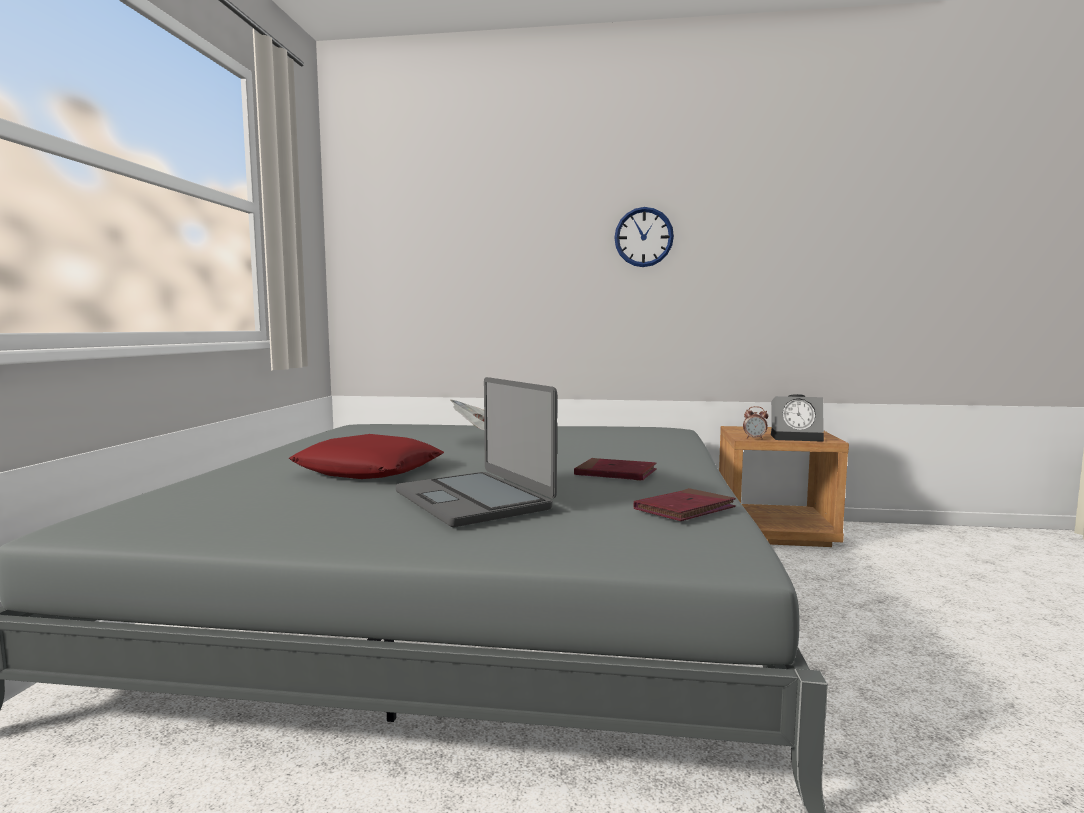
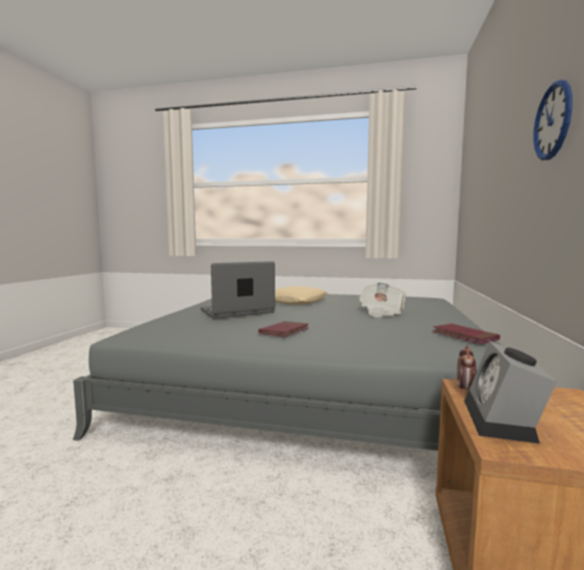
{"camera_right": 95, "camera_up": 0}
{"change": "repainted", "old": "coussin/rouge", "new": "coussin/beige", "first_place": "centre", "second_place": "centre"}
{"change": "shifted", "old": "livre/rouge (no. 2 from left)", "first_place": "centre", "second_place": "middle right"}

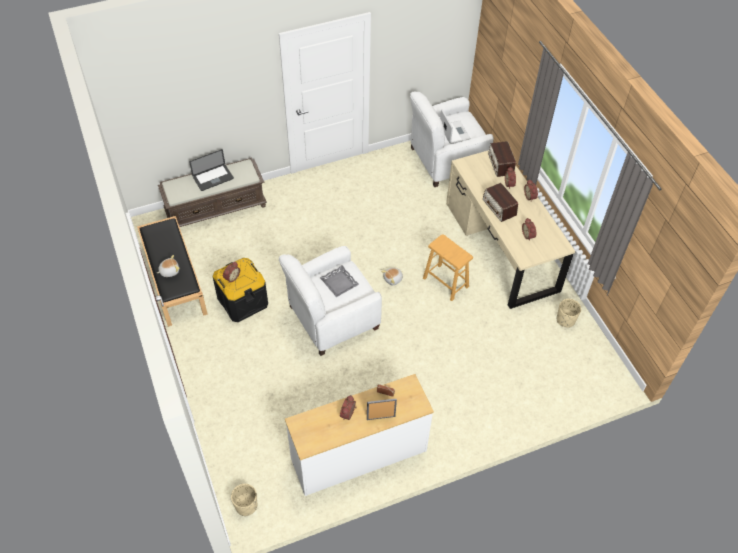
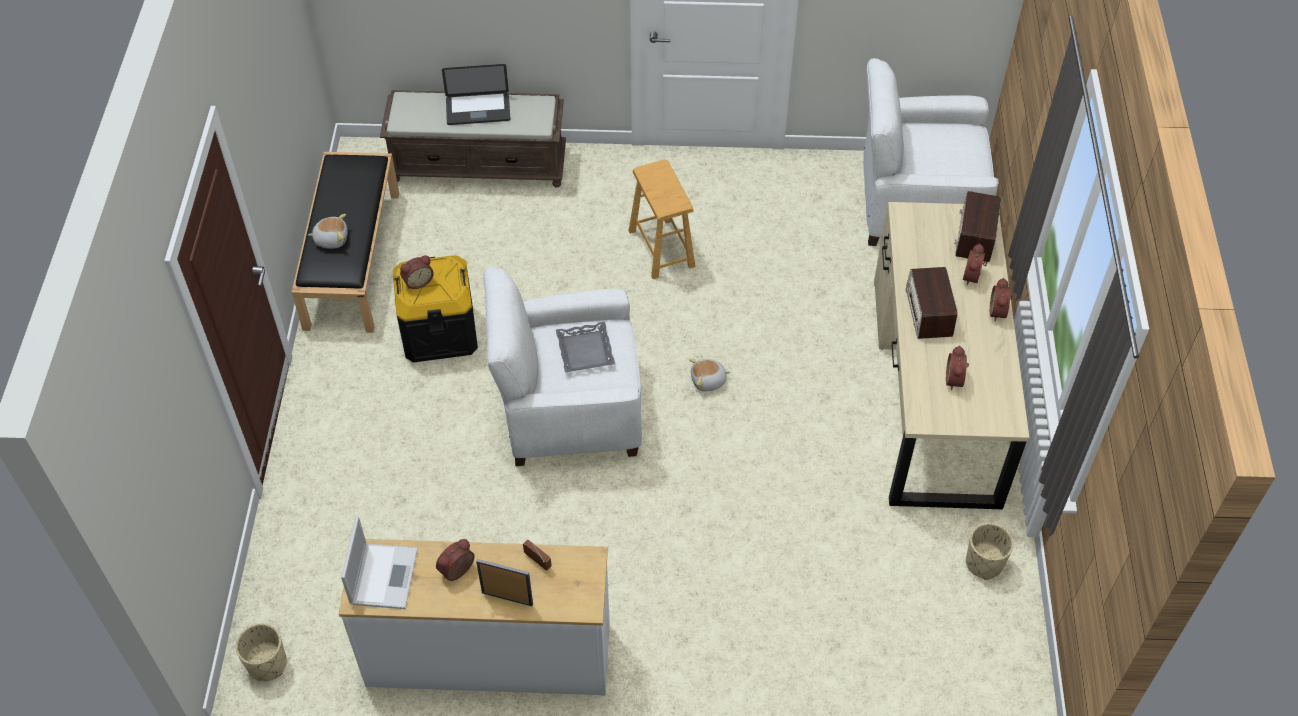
{"camera_right": 25, "camera_up": 0}
{"change": "shifted", "old": "ordinateur portable (no. 2 from left in the first image)", "new": "ordinateur portable (no. 1 from left)", "first_place": "top centre", "second_place": "bottom left"}
{"change": "shifted", "old": "tabouret/marron", "first_place": "centre", "second_place": "top centre"}

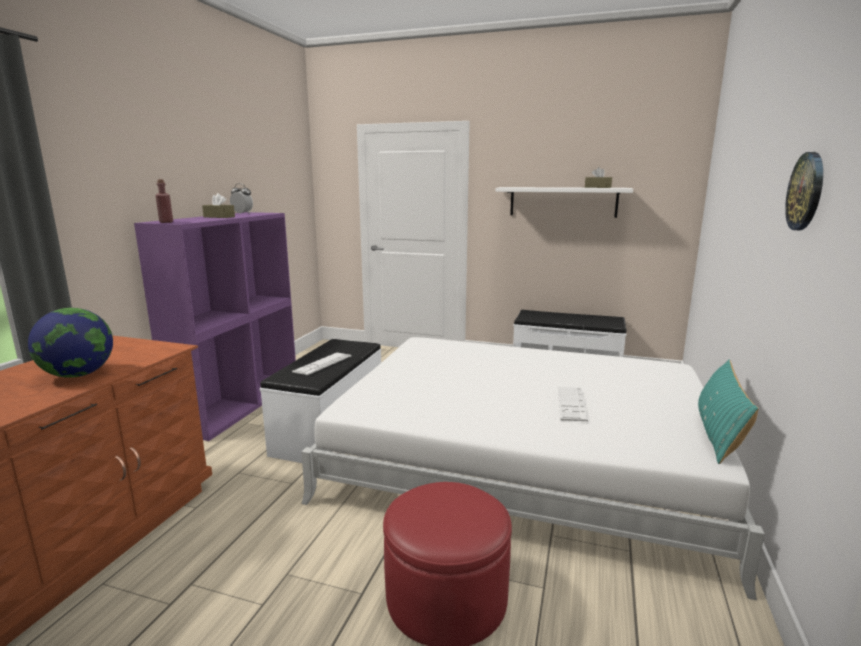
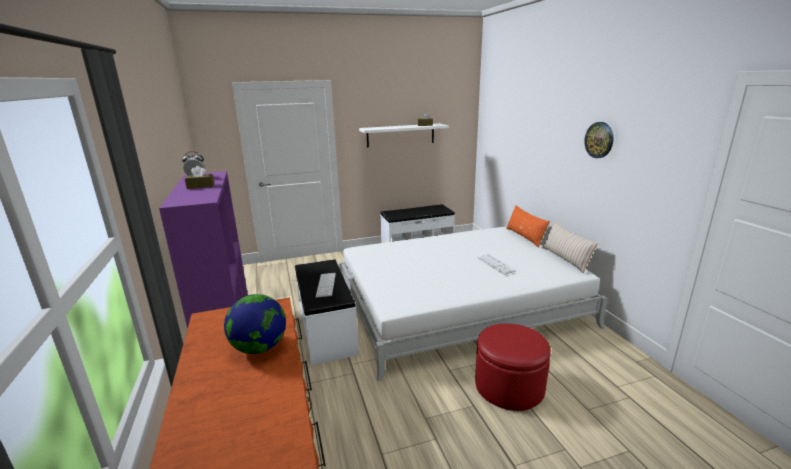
{"camera_right": -35, "camera_up": 5}
{"change": "new", "new": "coussin/orange", "second_place": "middle right"}
{"change": "repainted", "old": "coussin/turquoise", "new": "coussin/beige", "first_place": "middle right", "second_place": "middle right"}
{"change": "gone", "old": "bouteille/rouge", "first_place": "top left"}

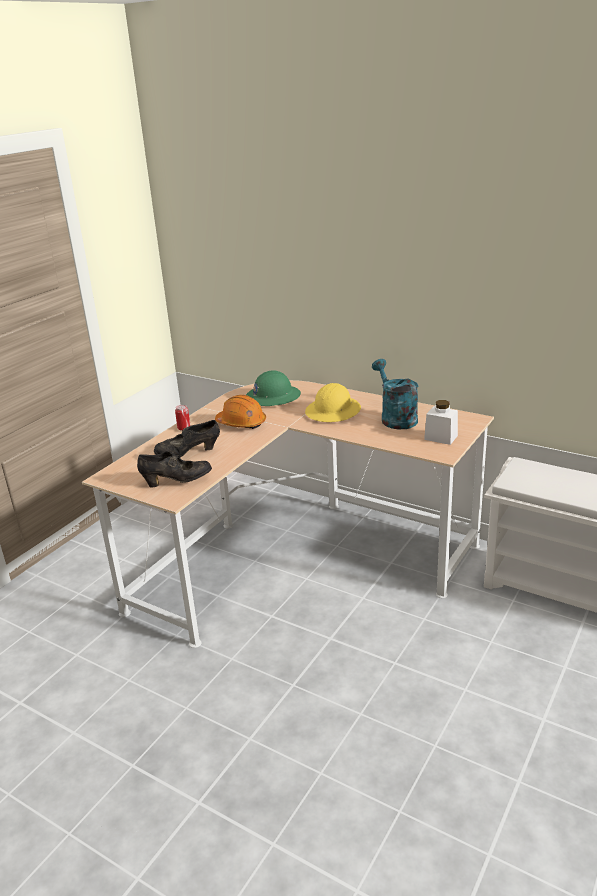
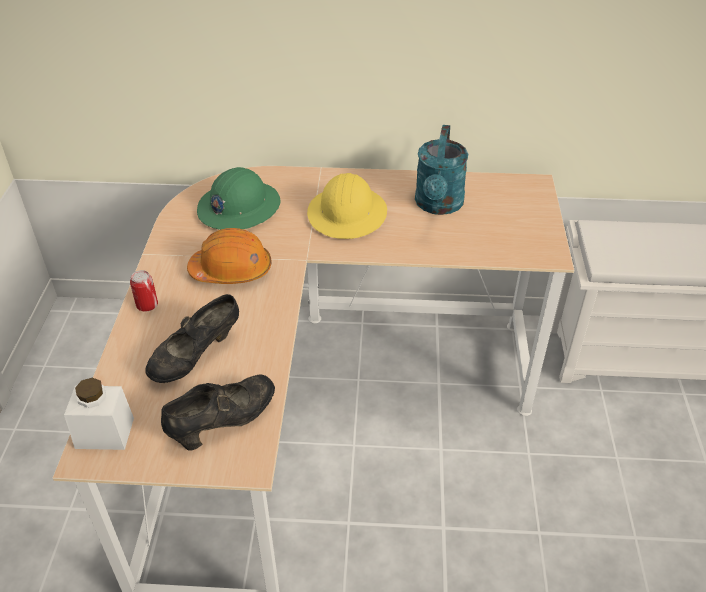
{"camera_right": -30, "camera_up": 15}
{"change": "shifted", "old": "bocal/blanc", "first_place": "middle right", "second_place": "bottom left"}
{"change": "rotated", "old": "arrosoir/turquoise", "first_place": "centre", "second_place": "top centre", "degrees": -120}

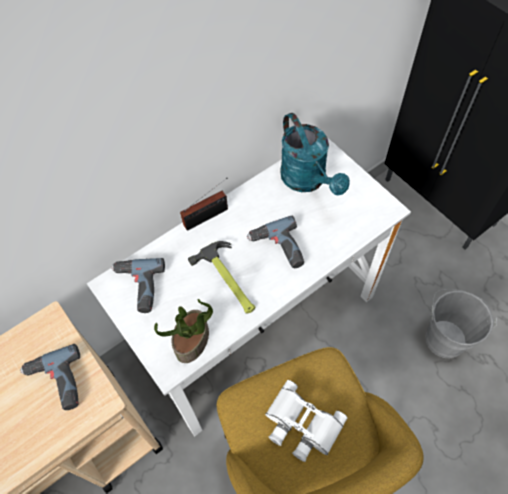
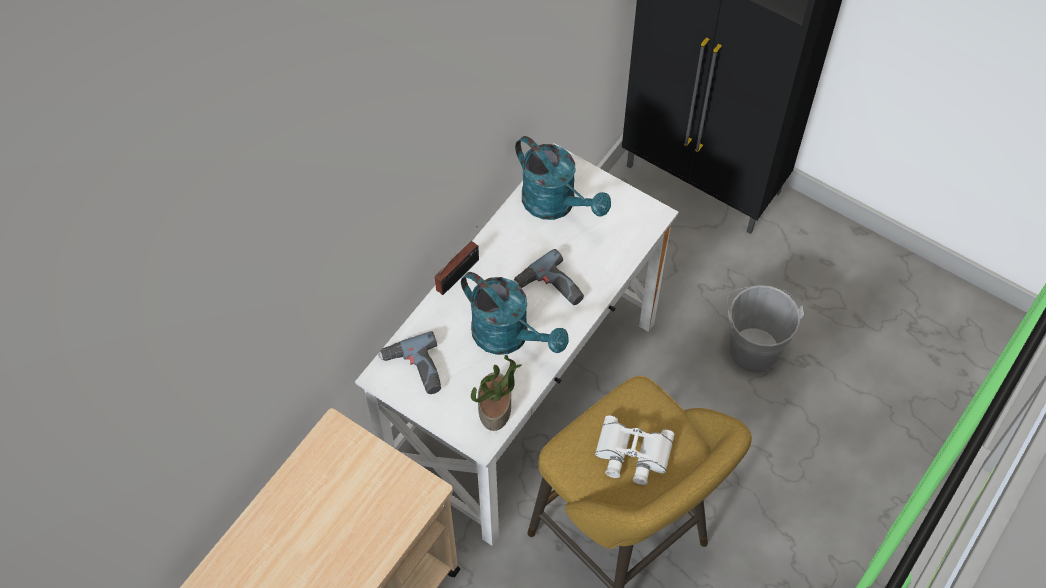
{"camera_right": -20, "camera_up": 0}
{"change": "swapped", "old": "marteau", "new": "arrosoir/turquoise (no. 1 from left)", "first_place": "centre", "second_place": "centre"}
{"change": "gone", "old": "perceuse (no. 1 from left)", "first_place": "bottom left"}

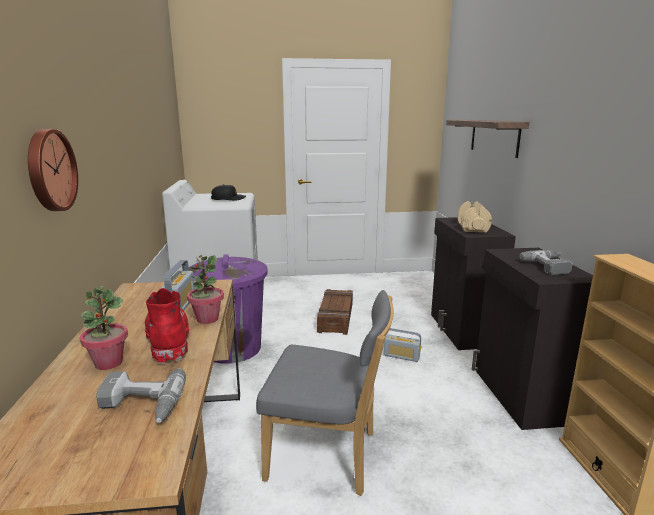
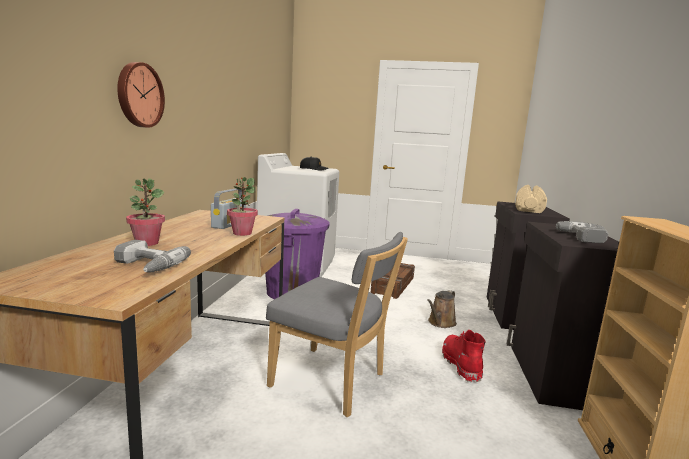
{"camera_right": 15, "camera_up": -5}
{"change": "swapped", "old": "radio (no. 2 from left)", "new": "arrosoir/marron", "first_place": "bottom centre", "second_place": "bottom centre"}
{"change": "shifted", "old": "botte/rouge", "first_place": "middle left", "second_place": "bottom right"}
{"change": "gone", "old": "étagère", "first_place": "top right"}

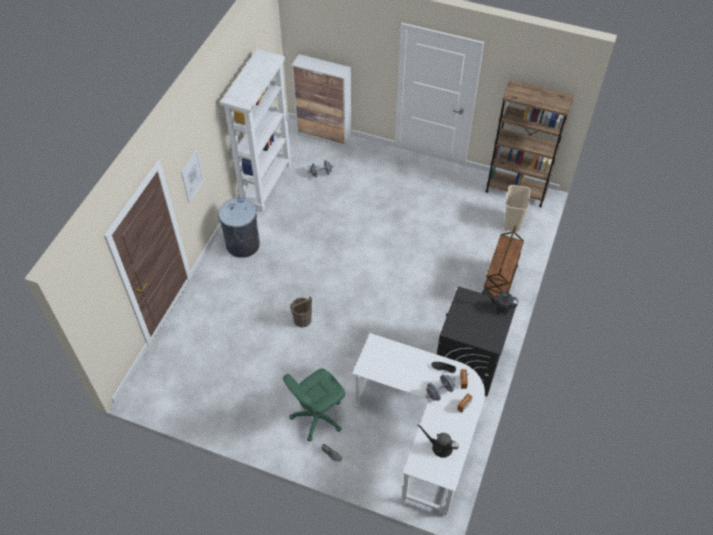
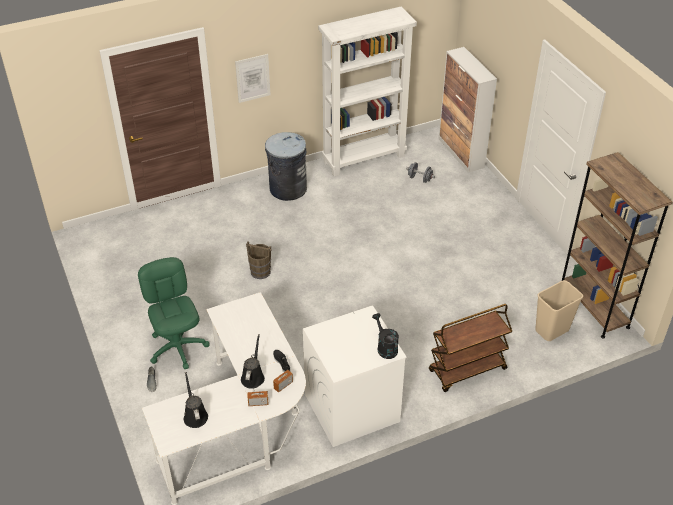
{"camera_right": 45, "camera_up": -10}
{"change": "rotated", "old": "chaise de bureau/vert", "first_place": "bottom centre", "second_place": "middle left", "degrees": 60}
{"change": "swapped", "old": "haltère/gris (no. 2 from left)", "new": "arrosoir/noir (no. 2 from left)", "first_place": "bottom centre", "second_place": "bottom centre"}
{"change": "repainted", "old": "lave-linge/noir", "new": "lave-linge/blanc", "first_place": "middle right", "second_place": "bottom centre"}

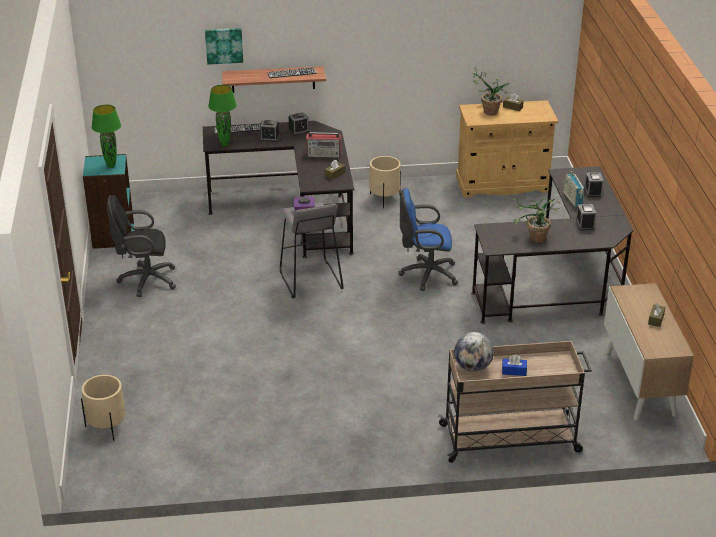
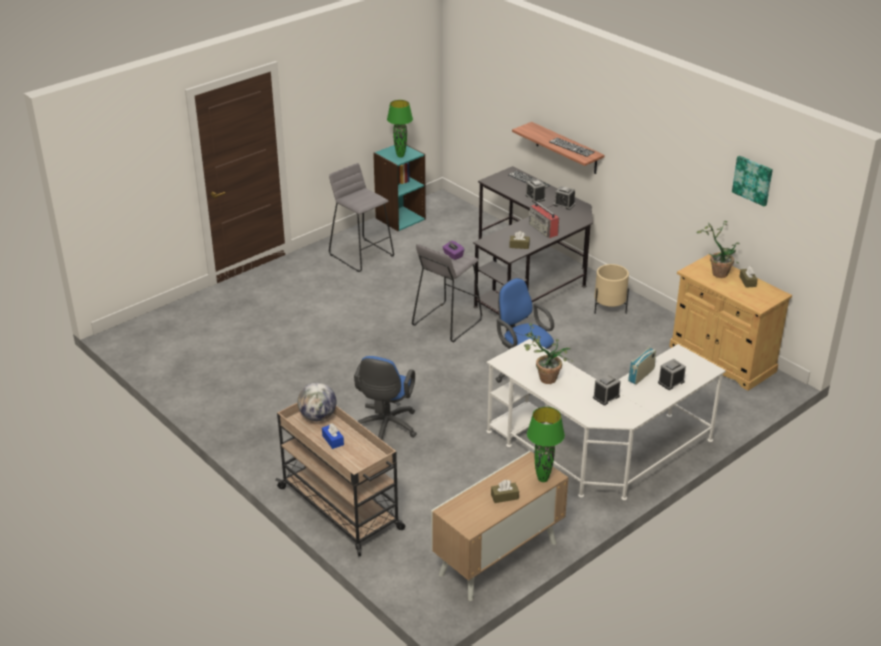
{"camera_right": 55, "camera_up": 0}
{"change": "swapped", "old": "chaise de bureau/noir", "new": "tabouret/gris (no. 1 from left)", "first_place": "middle left", "second_place": "centre"}
{"change": "new", "new": "chaise de bureau/bleu (no. 1 from left)", "second_place": "centre"}
{"change": "repainted", "old": "bureau/noir (no. 2 from left)", "new": "bureau/blanc", "first_place": "middle right", "second_place": "middle right"}
{"change": "shifted", "old": "lampe de table/vert (no. 2 from left)", "first_place": "top left", "second_place": "bottom centre"}
{"change": "shifted", "old": "tableau", "first_place": "top left", "second_place": "top right"}
{"change": "gone", "old": "cache-pot/beige (no. 1 from left)", "first_place": "bottom left"}

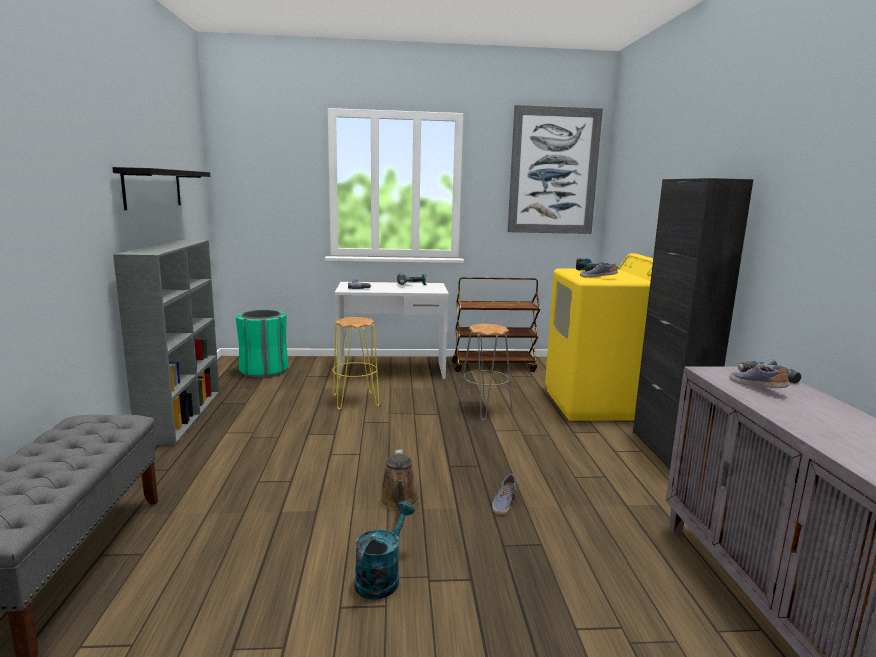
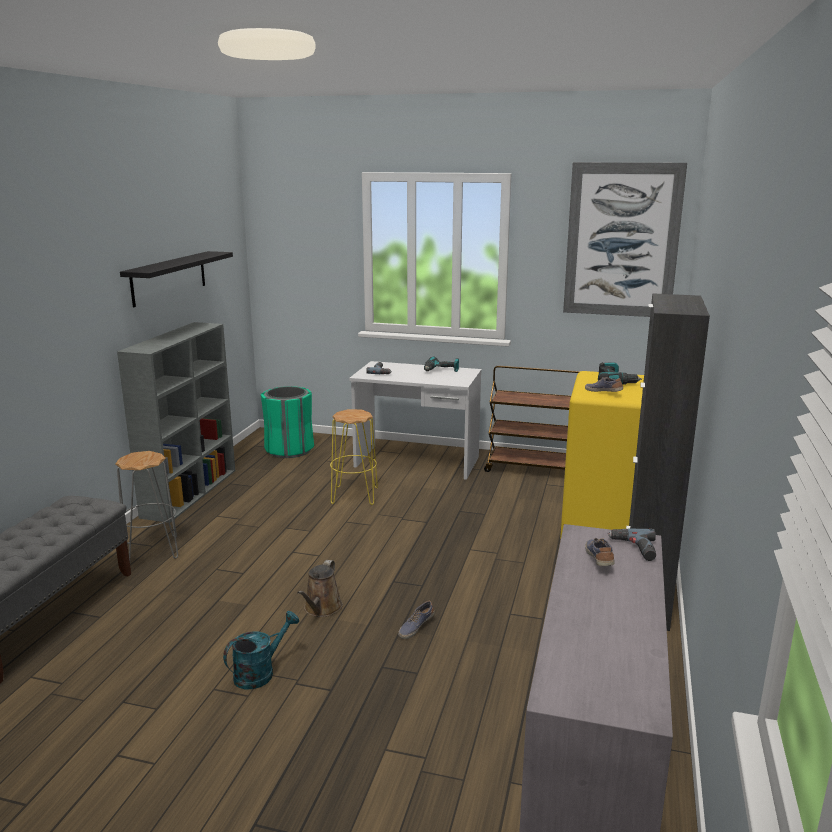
{"camera_right": 20, "camera_up": 5}
{"change": "shifted", "old": "tabouret/gris", "first_place": "centre", "second_place": "middle left"}

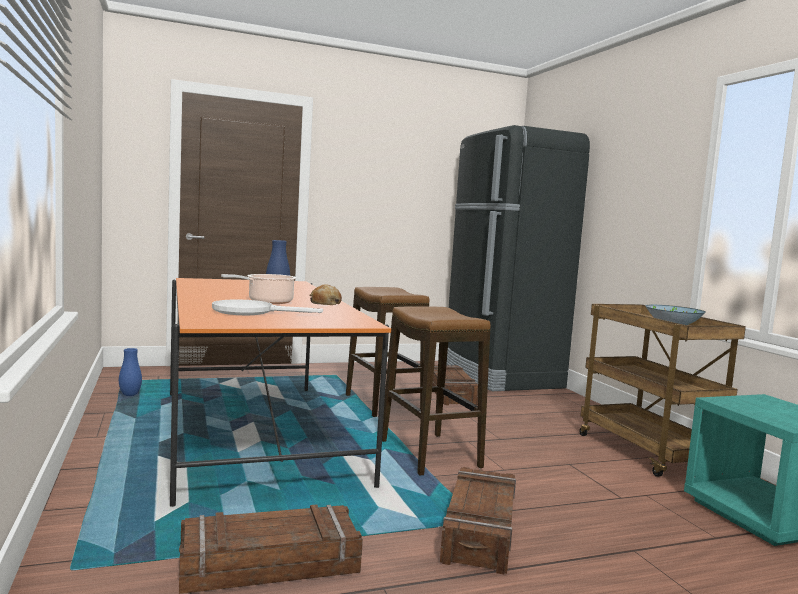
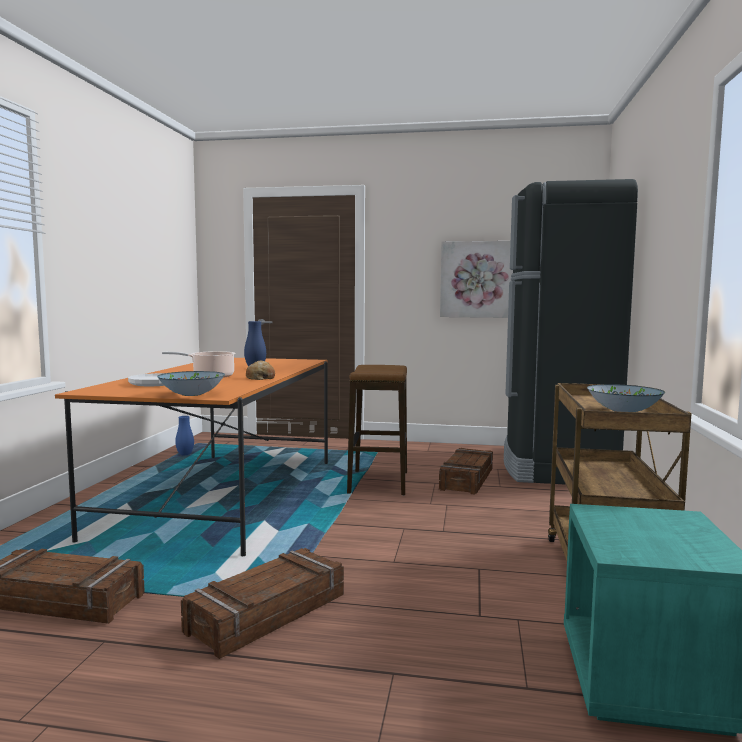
{"camera_right": 30, "camera_up": 0}
{"change": "new", "new": "bol (no. 1 from left)", "second_place": "middle left"}
{"change": "new", "new": "tableau", "second_place": "centre"}
{"change": "gone", "old": "tabouret (no. 2 from left)", "first_place": "centre"}

